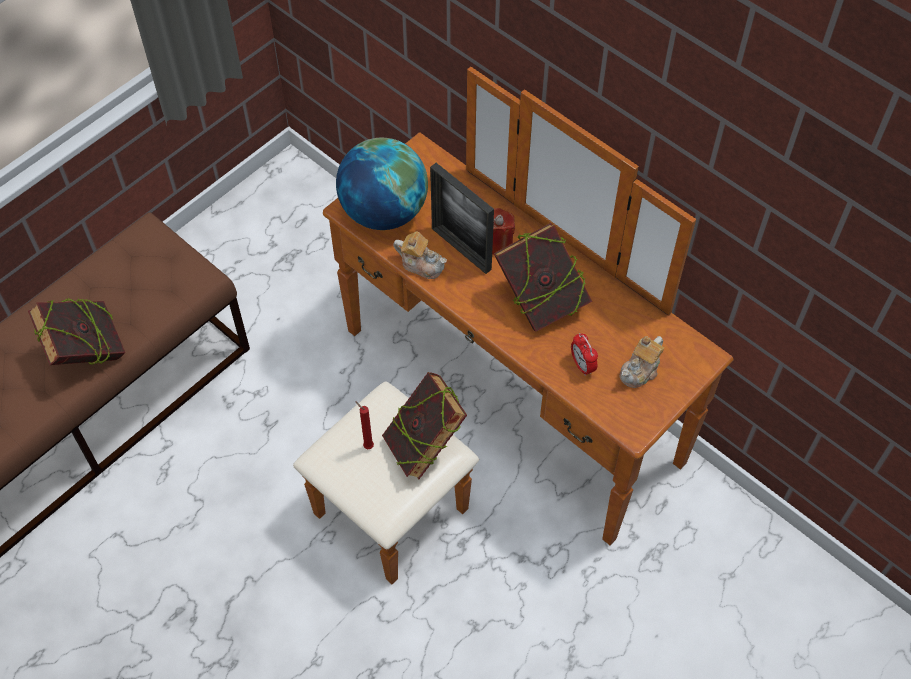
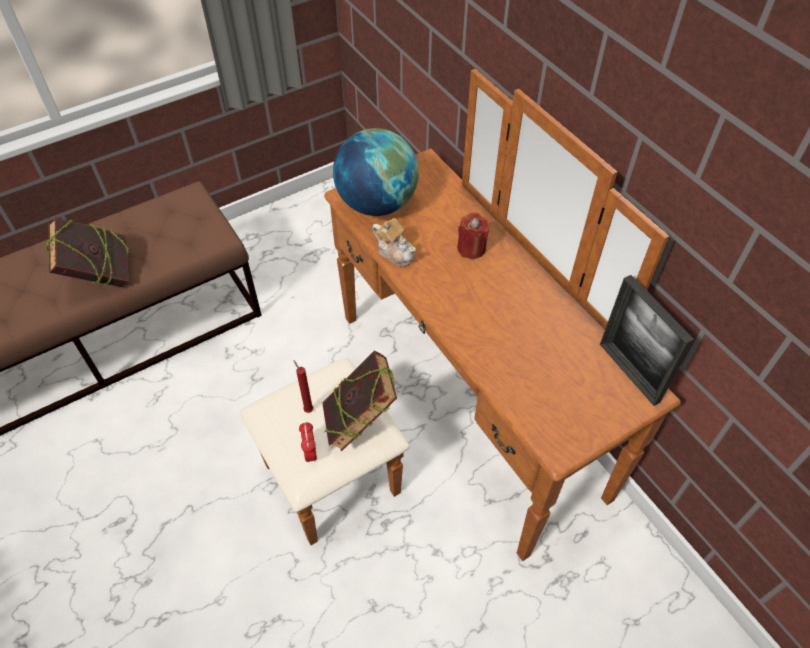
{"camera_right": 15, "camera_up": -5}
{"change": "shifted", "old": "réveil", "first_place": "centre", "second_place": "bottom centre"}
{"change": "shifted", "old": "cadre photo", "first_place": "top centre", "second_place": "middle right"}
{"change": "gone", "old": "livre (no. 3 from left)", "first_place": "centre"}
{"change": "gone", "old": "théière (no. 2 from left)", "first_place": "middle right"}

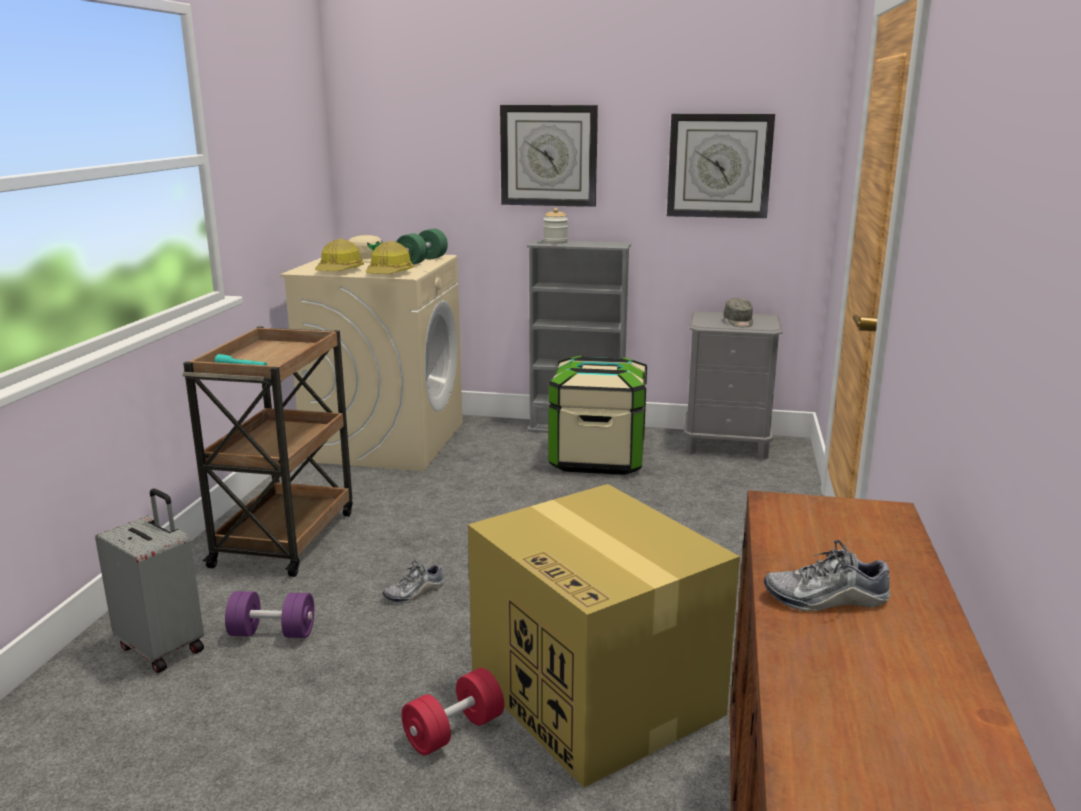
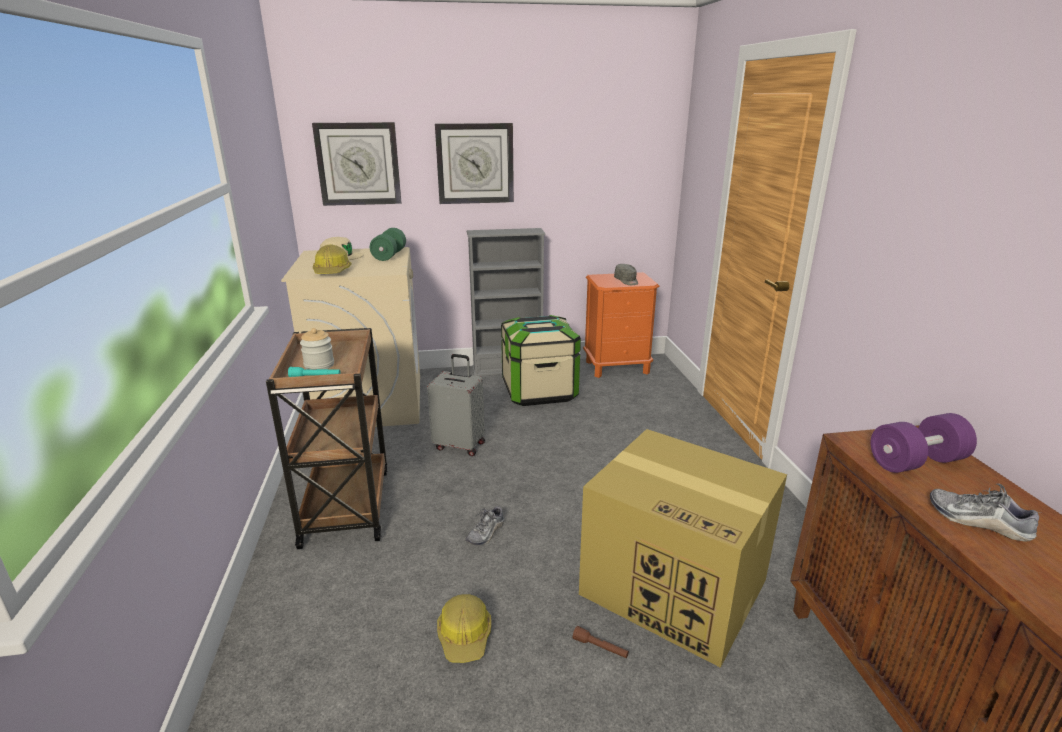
{"camera_right": -20, "camera_up": 5}
{"change": "shifted", "old": "bocal", "first_place": "top centre", "second_place": "middle left"}
{"change": "shifted", "old": "horloge murale (no. 2 from left in the first image)", "new": "horloge murale (no. 1 from left)", "first_place": "top right", "second_place": "top centre"}
{"change": "shifted", "old": "valise/gris", "first_place": "bottom left", "second_place": "centre"}
{"change": "shifted", "old": "casque de chantier (no. 2 from left)", "first_place": "top centre", "second_place": "bottom centre"}
{"change": "swapped", "old": "haltère/rouge", "new": "lampe de poche/marron", "first_place": "bottom centre", "second_place": "bottom centre"}
{"change": "repainted", "old": "table de chevet/gris", "new": "table de chevet/orange", "first_place": "middle right", "second_place": "centre"}
{"change": "shifted", "old": "haltère/violet", "first_place": "bottom left", "second_place": "middle right"}
{"change": "rotated", "old": "chaussure (no. 2 from left)", "first_place": "bottom right", "second_place": "bottom right", "degrees": 60}

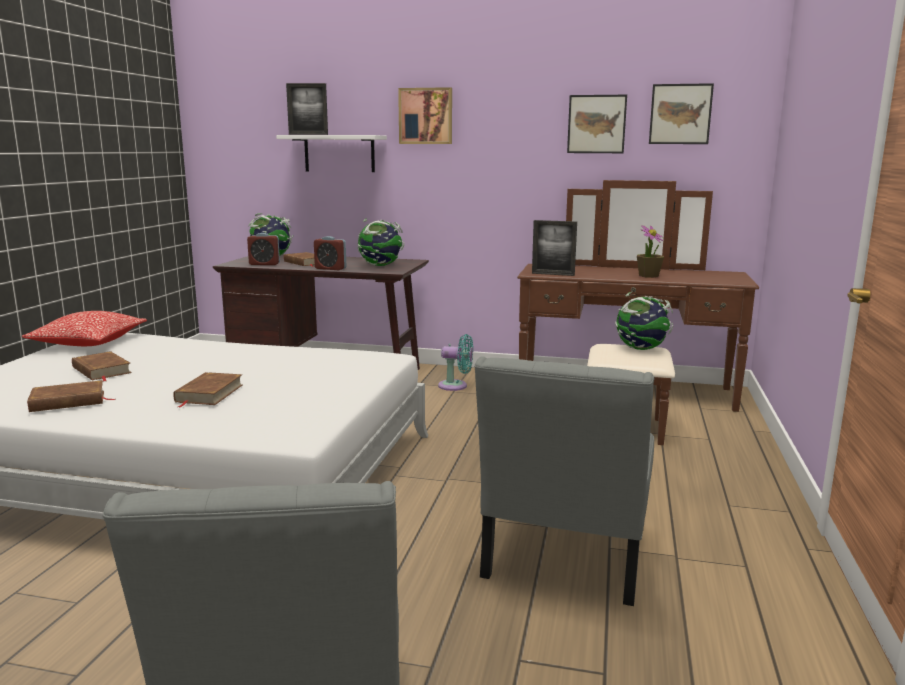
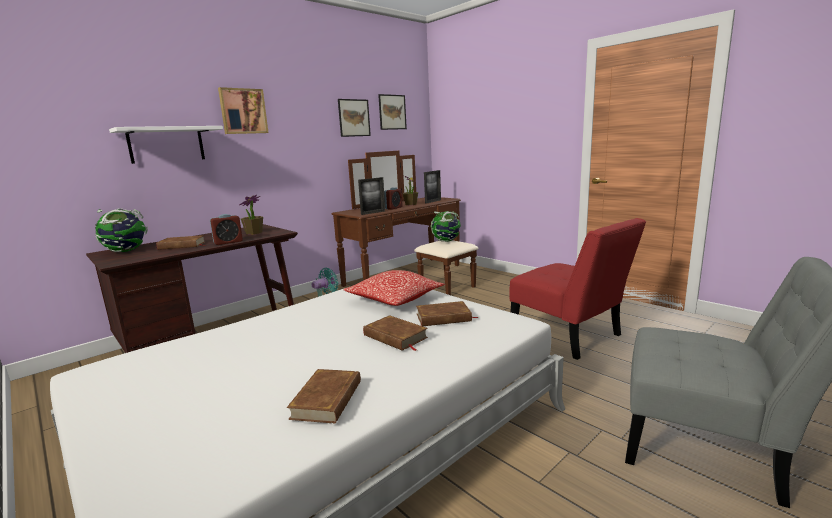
{"camera_right": -55, "camera_up": 0}
{"change": "swapped", "old": "globe (no. 2 from left)", "new": "plante en pot (no. 1 from left)", "first_place": "centre", "second_place": "middle left"}
{"change": "shifted", "old": "coussin", "first_place": "middle left", "second_place": "centre"}
{"change": "shifted", "old": "réveil (no. 1 from left in the first image)", "new": "réveil (no. 2 from left)", "first_place": "middle left", "second_place": "centre"}
{"change": "shifted", "old": "livre/marron (no. 2 from left in the first image)", "new": "livre/marron (no. 4 from left)", "first_place": "middle left", "second_place": "centre"}
{"change": "shifted", "old": "cadre photo (no. 1 from left in the first image)", "new": "cadre photo (no. 2 from left)", "first_place": "top centre", "second_place": "centre"}
{"change": "repainted", "old": "chaise/gris (no. 2 from left)", "new": "chaise/rouge", "first_place": "bottom centre", "second_place": "middle right"}

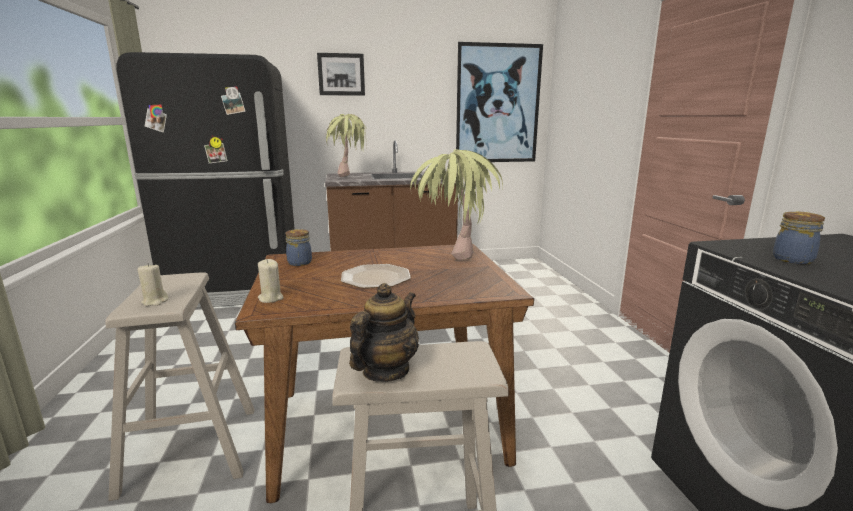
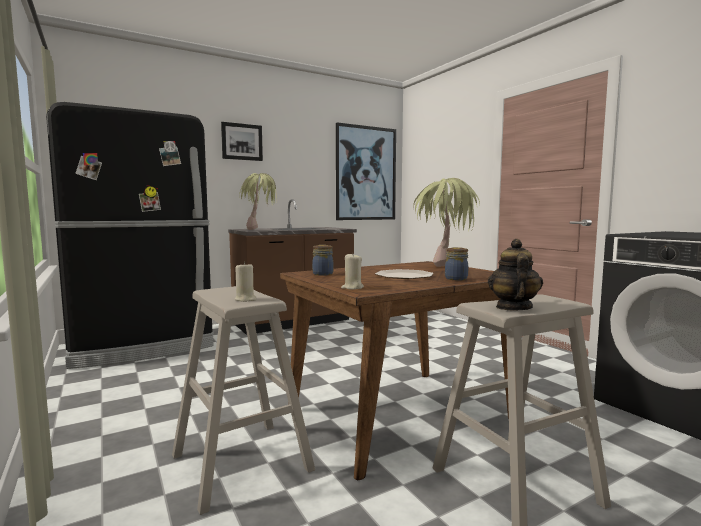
{"camera_right": -20, "camera_up": -10}
{"change": "shifted", "old": "bocal (no. 2 from left)", "first_place": "middle right", "second_place": "centre"}

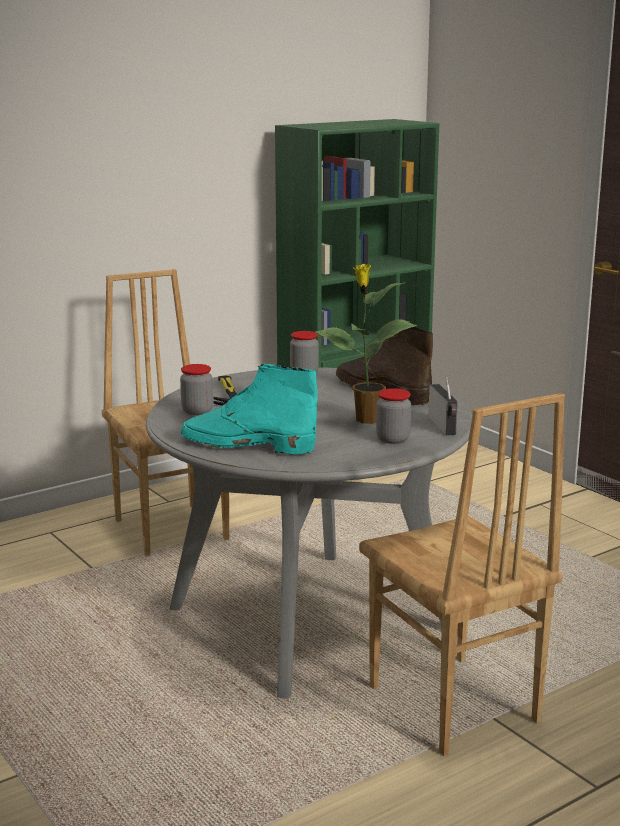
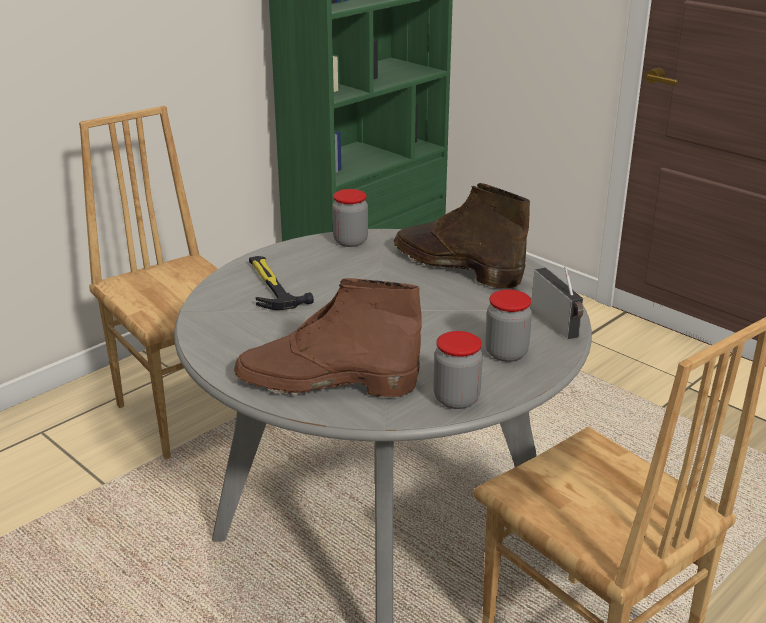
{"camera_right": -10, "camera_up": 10}
{"change": "repainted", "old": "botte/turquoise", "new": "botte/marron (no. 1 from left)", "first_place": "centre", "second_place": "centre"}
{"change": "shifted", "old": "bocal (no. 1 from left in the first image)", "new": "bocal (no. 2 from left)", "first_place": "middle left", "second_place": "centre"}
{"change": "gone", "old": "plante en pot", "first_place": "centre"}

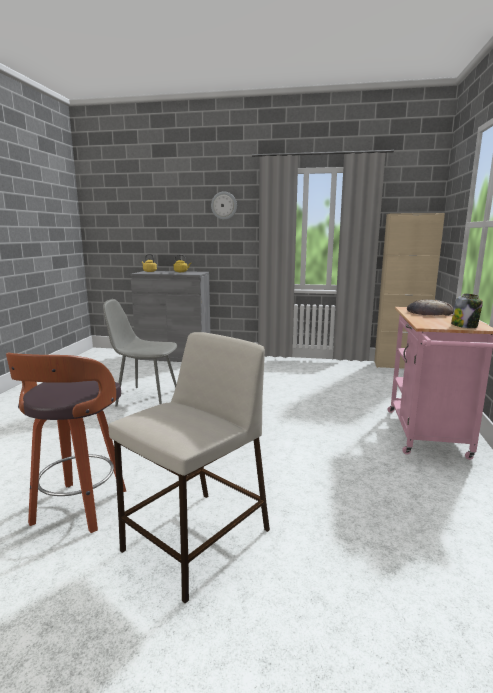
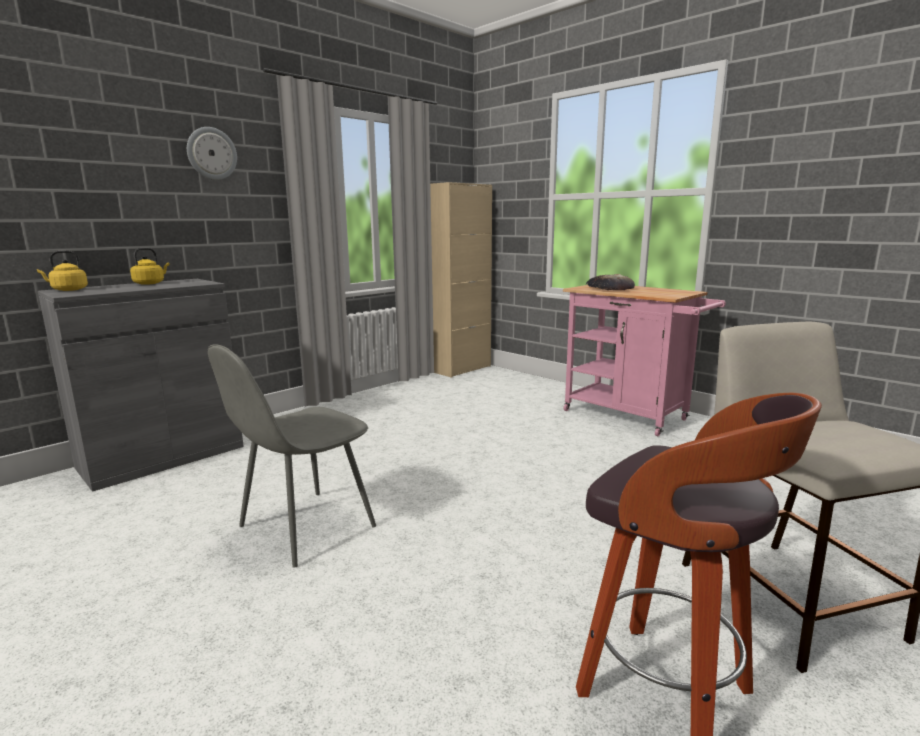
{"camera_right": -55, "camera_up": 0}
{"change": "gone", "old": "bocal", "first_place": "middle right"}

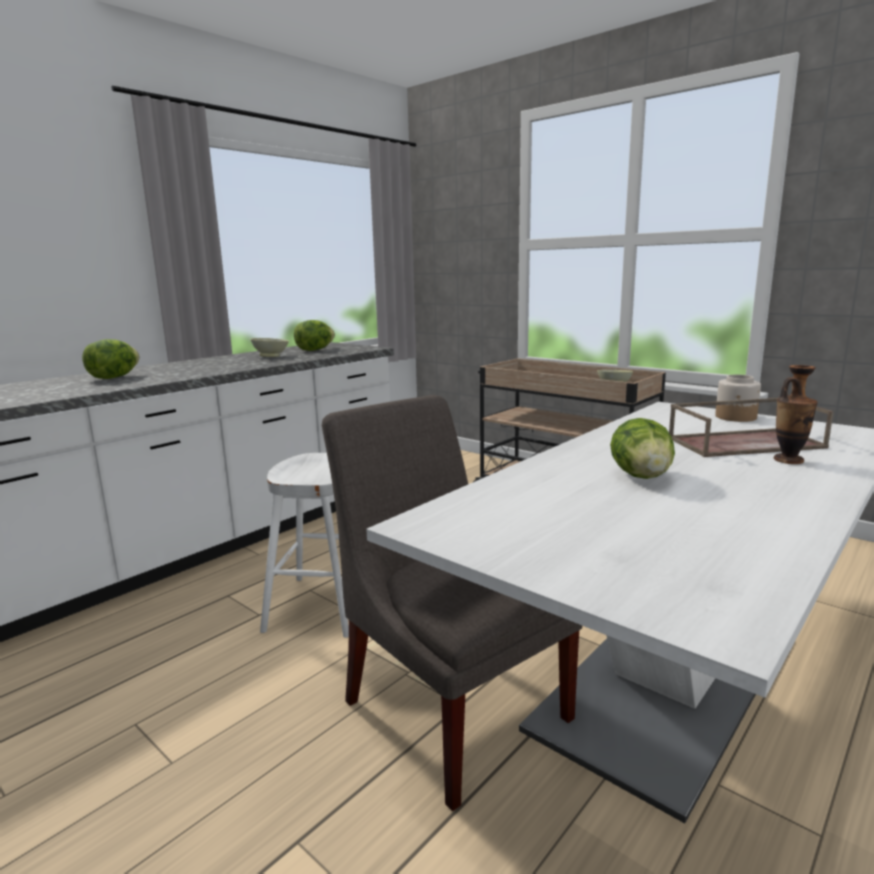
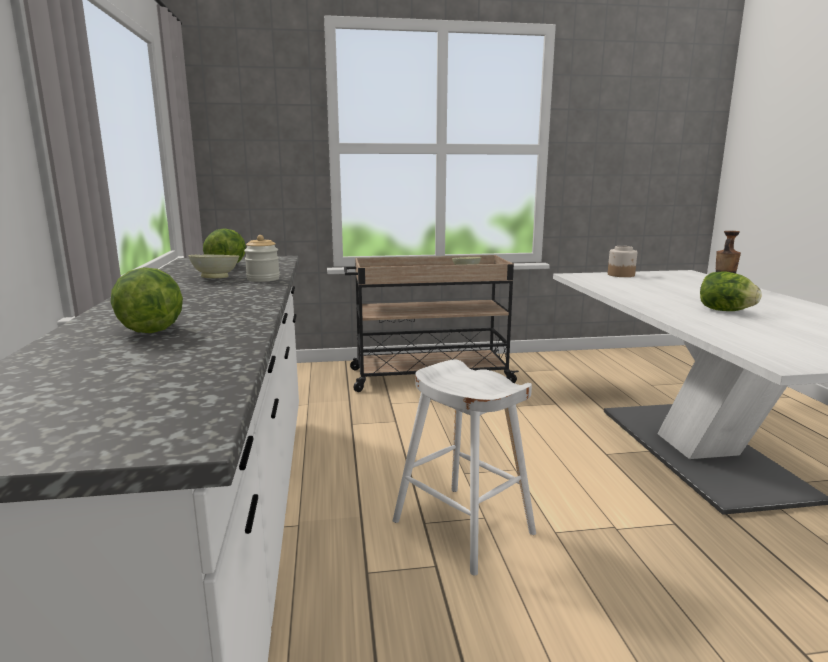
{"camera_right": -50, "camera_up": 0}
{"change": "new", "new": "bocal (no. 1 from left)", "second_place": "middle left"}
{"change": "gone", "old": "chaise/gris", "first_place": "bottom centre"}
{"change": "gone", "old": "plateau/marron", "first_place": "middle right"}

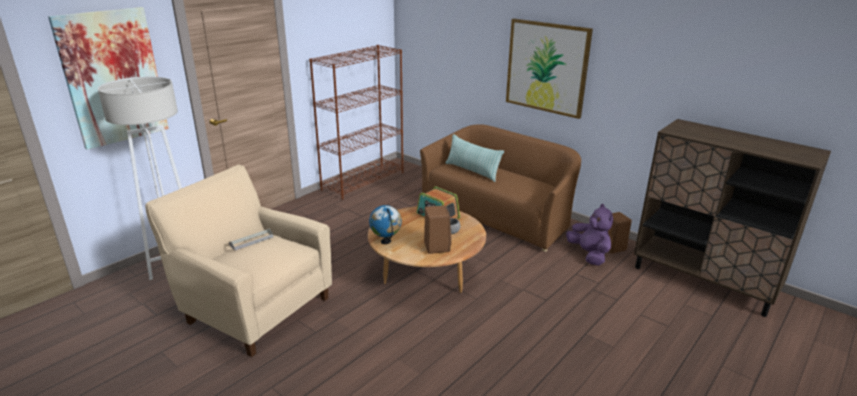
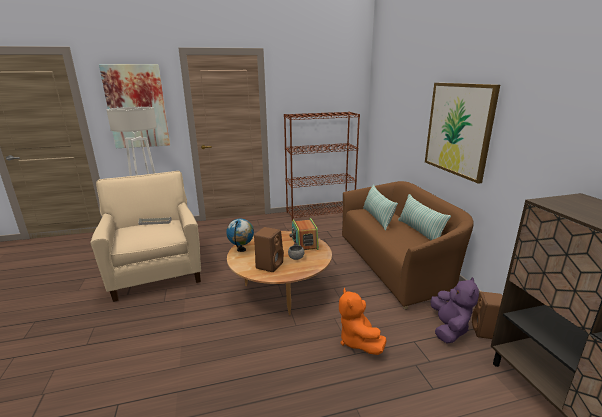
{"camera_right": 35, "camera_up": -5}
{"change": "new", "new": "peluche/orange", "second_place": "bottom centre"}
{"change": "new", "new": "coussin (no. 2 from left)", "second_place": "middle right"}

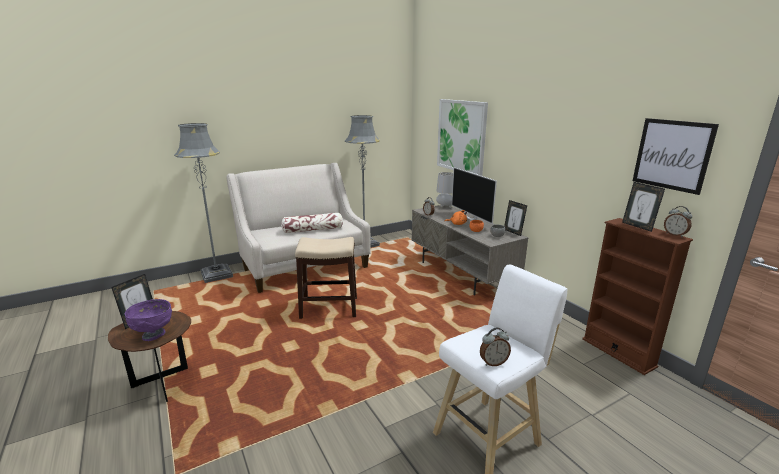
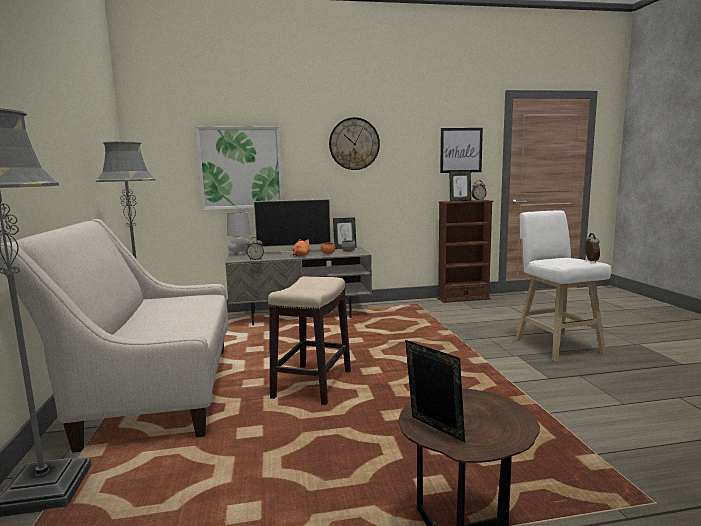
{"camera_right": -70, "camera_up": -10}
{"change": "new", "new": "horloge murale", "second_place": "top centre"}
{"change": "gone", "old": "bol/violet", "first_place": "bottom left"}
{"change": "gone", "old": "coussin", "first_place": "centre"}

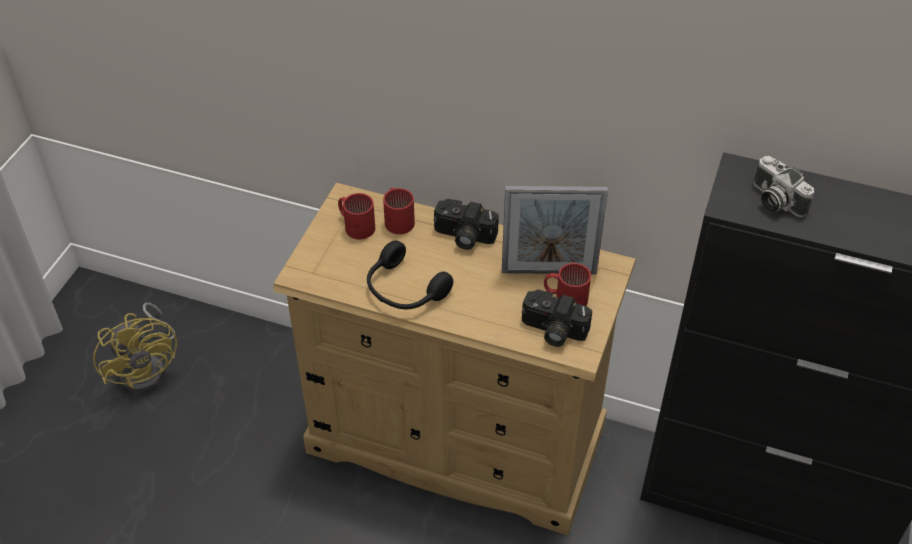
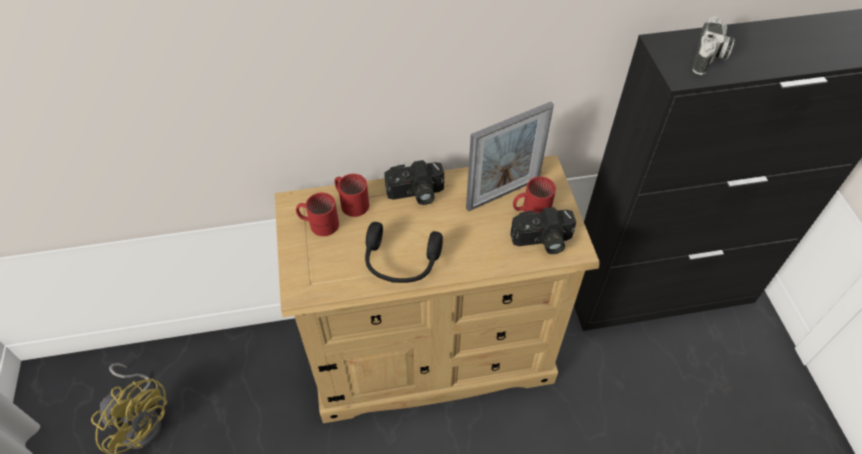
{"camera_right": -30, "camera_up": 5}
{"change": "rotated", "old": "appareil photo (no. 3 from left)", "first_place": "middle right", "second_place": "top right", "degrees": -90}

